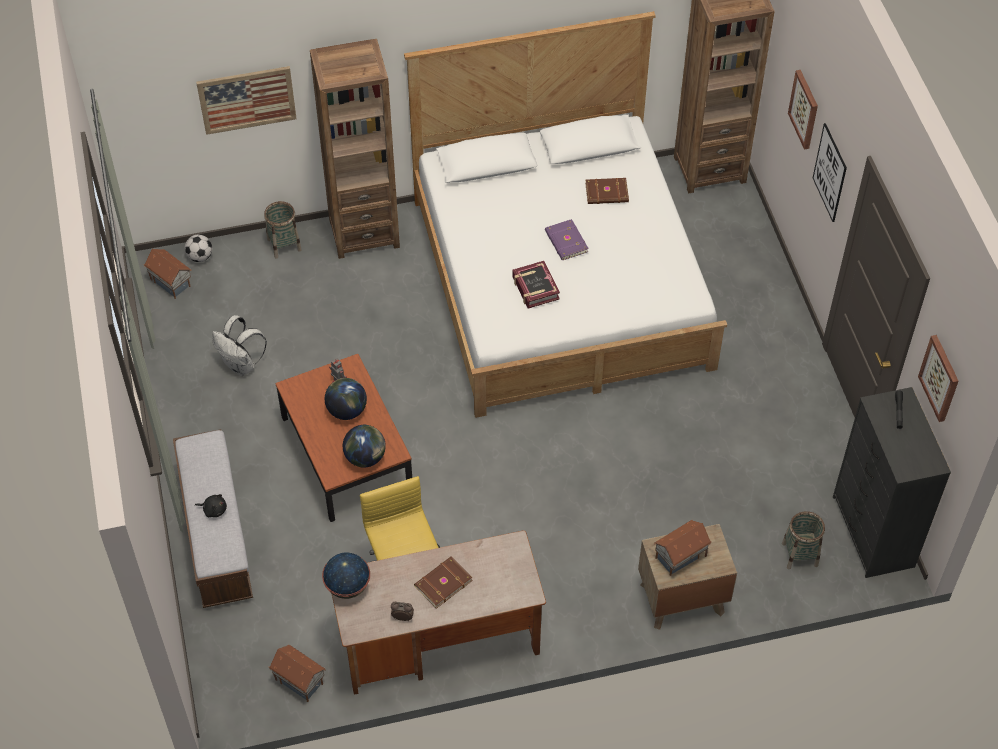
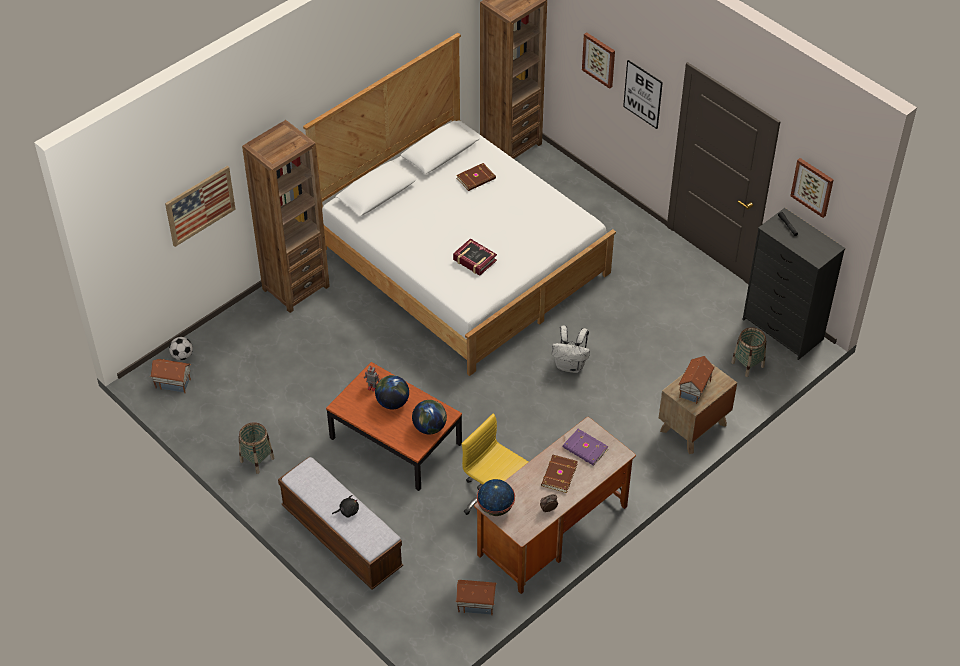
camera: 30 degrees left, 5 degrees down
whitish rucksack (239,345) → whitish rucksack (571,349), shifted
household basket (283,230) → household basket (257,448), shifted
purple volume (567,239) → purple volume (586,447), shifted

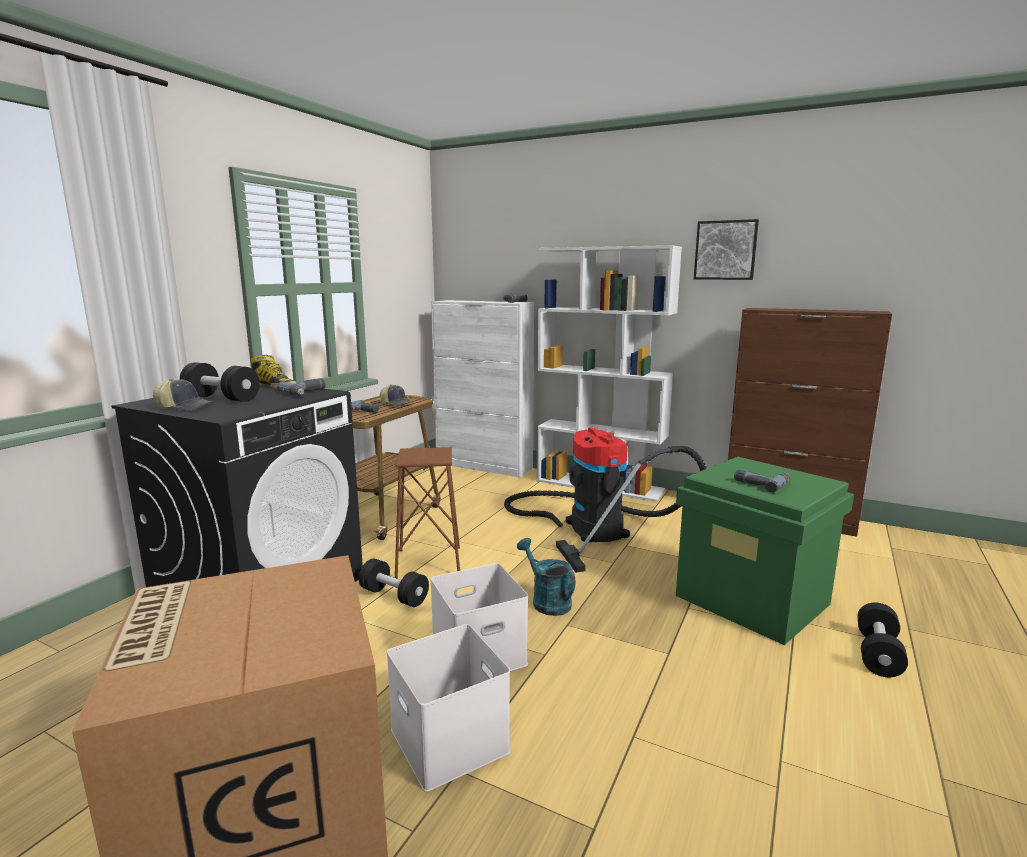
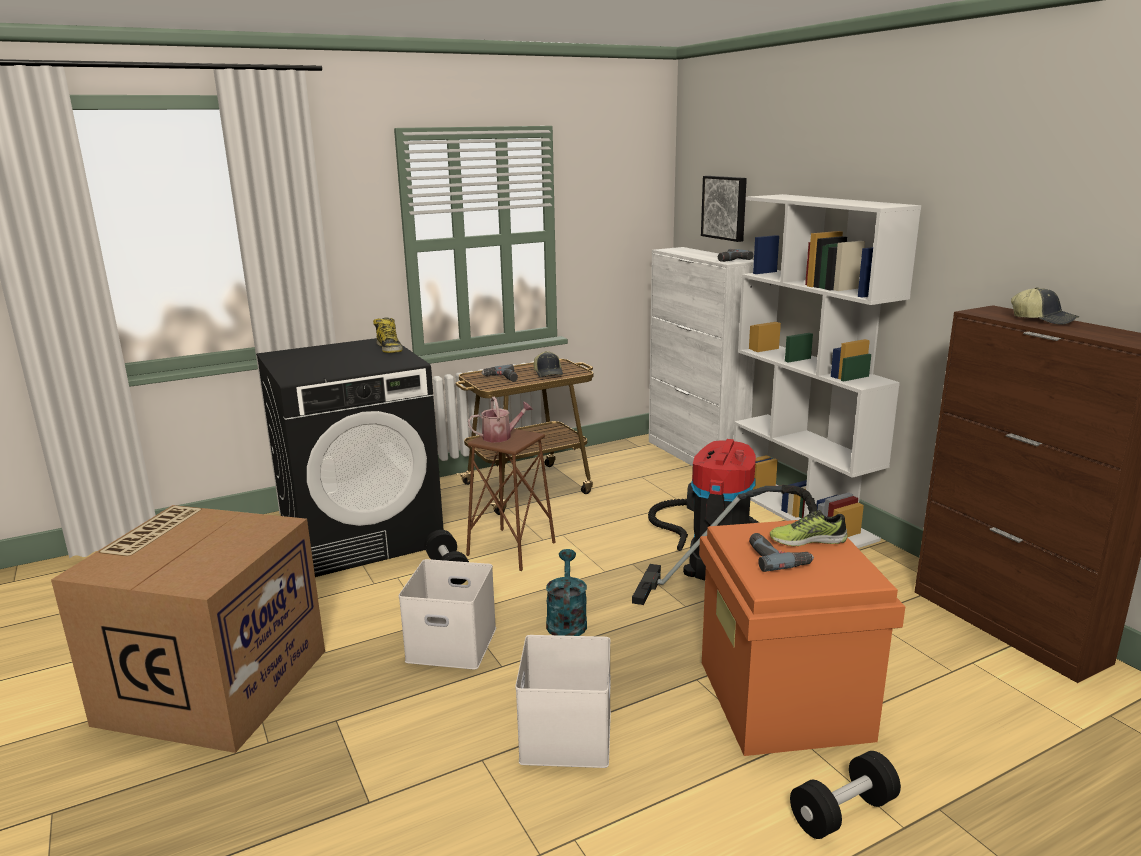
camera: 35 degrees right, 5 degrees up
black hand weight (220,382) → -
power drill (301,387) → -
- → watering can (500,419)
- → low shoe (809,528)
cap (183,395) → cap (1045,306), shifted
whitish storage container (449,708) → whitish storage container (563,701), shifted
picture (726,249) → picture (724,209), shifted
green storage container (765,551) → orangey storage container (802,638)

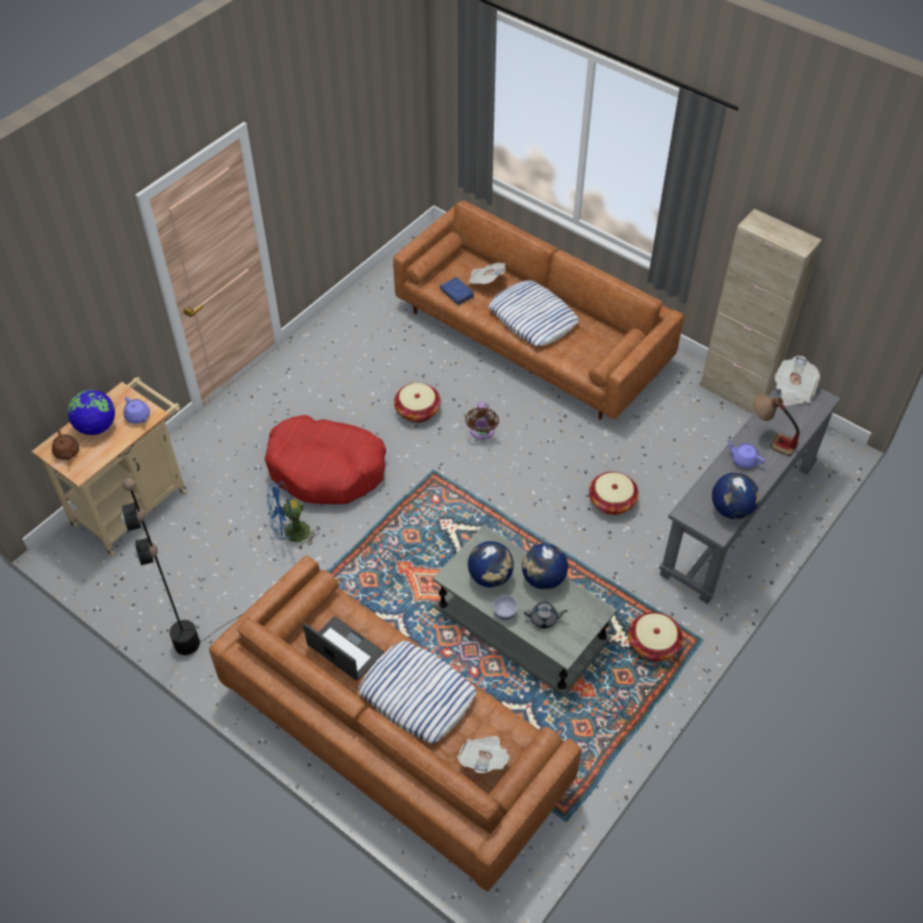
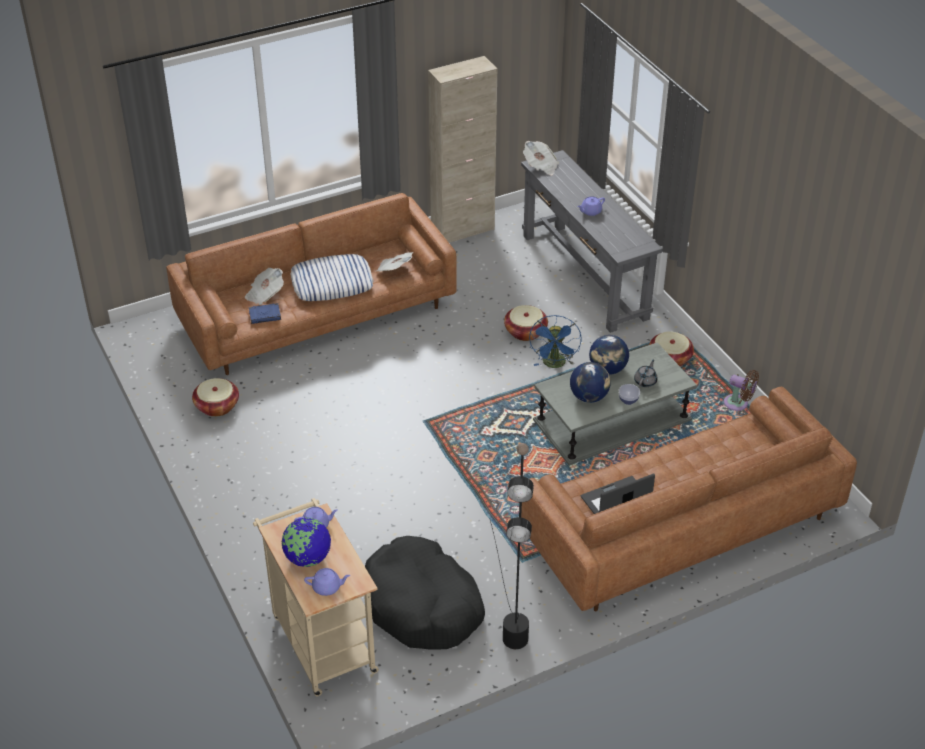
camera: 65 degrees left, 10 degrees down
reddish dog cushion (325,459) → -
throw pillow (417,692) → -
globe (736,495) → -
table lamp (777,425) → -
- → black dog cushion (425,593)
bluish cooling fan (293,515) → bluish cooling fan (555,341), shifted
household basket (417,403) → household basket (215,397), shifted
daily paper (483,754) → daily paper (395,262), shifted
brown-coloured cooling fan (482,421) → brown-coloured cooling fan (741,390), shifted
brown-coloured teapot (65,445) → purple teapot (327,582)

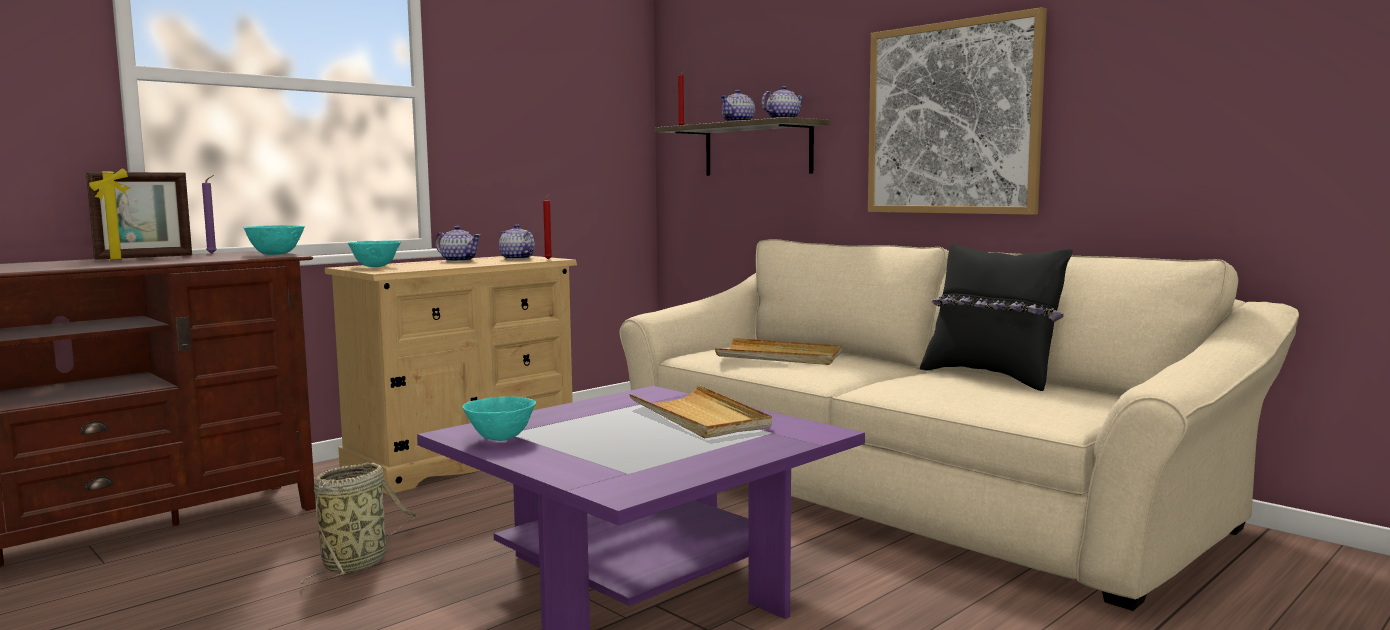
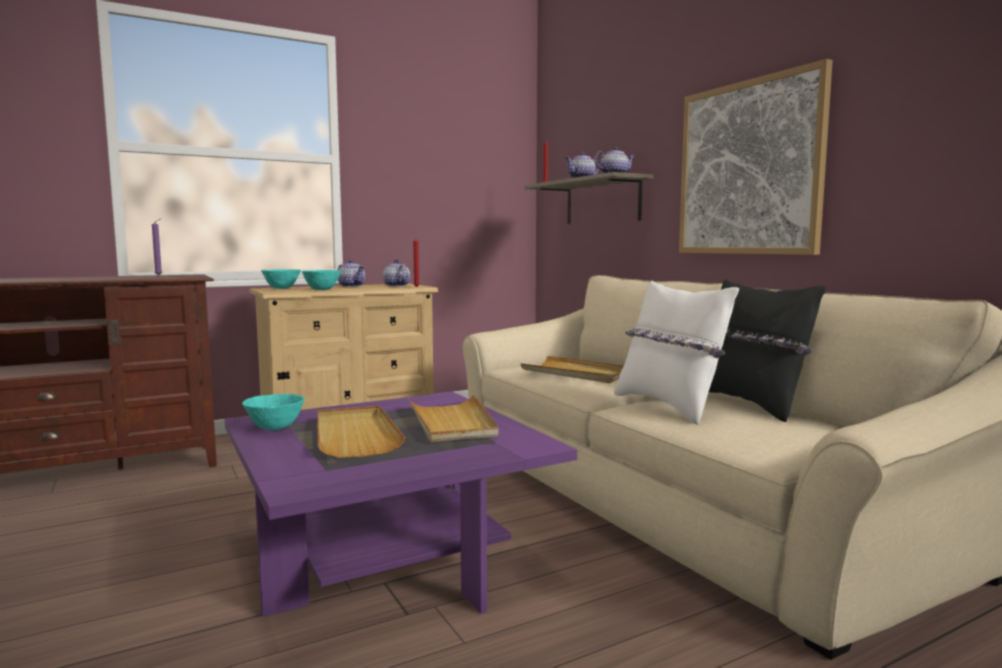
camera: 15 degrees right, 0 degrees up
standing frame (139,214) → -
household basket (359,523) → -
- → beige carrying tray (361,432)
- → whitish throw pillow (676,352)
turquoise deep dish (274,240) → turquoise deep dish (321,280), shifted

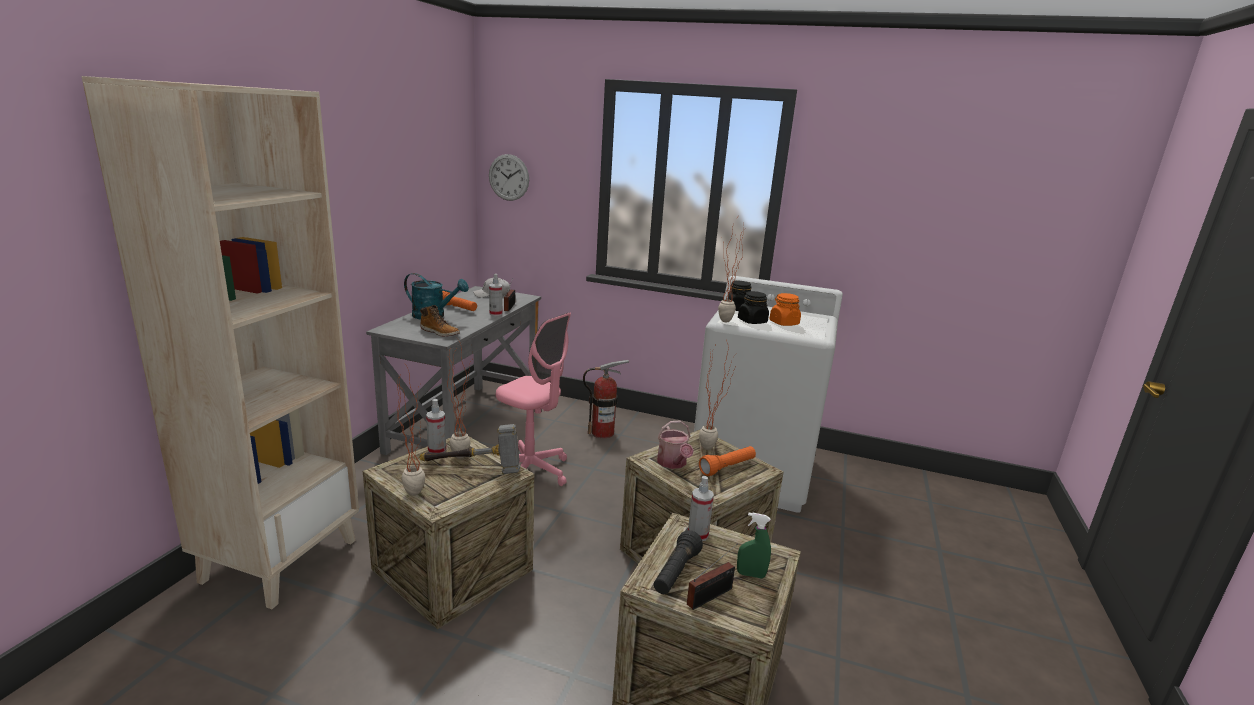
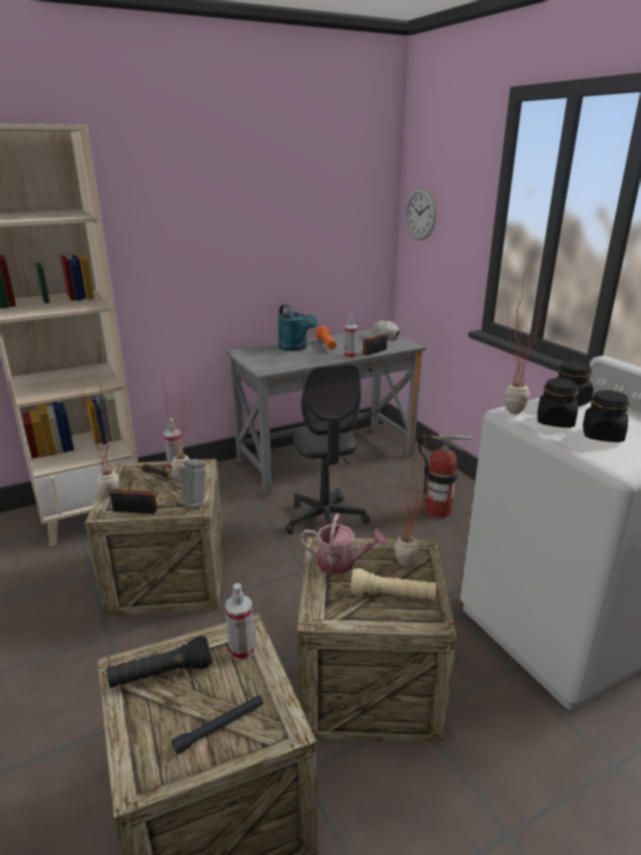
camera: 45 degrees right, 5 degrees up
high-top boot (440,321) → -
radio receiver (712,576) → radio receiver (133,496), shifted
green hand sprayer (754,545) → black hand torch (217,724)
pinkish computer chair (533,399) → gray computer chair (327,449)
orangey hand torch (727,461) → beige hand torch (394,584)
orangey jar (785,309) → black jar (606,416)
watering can (675,445) → watering can (344,544), 105 degrees counterclockwise

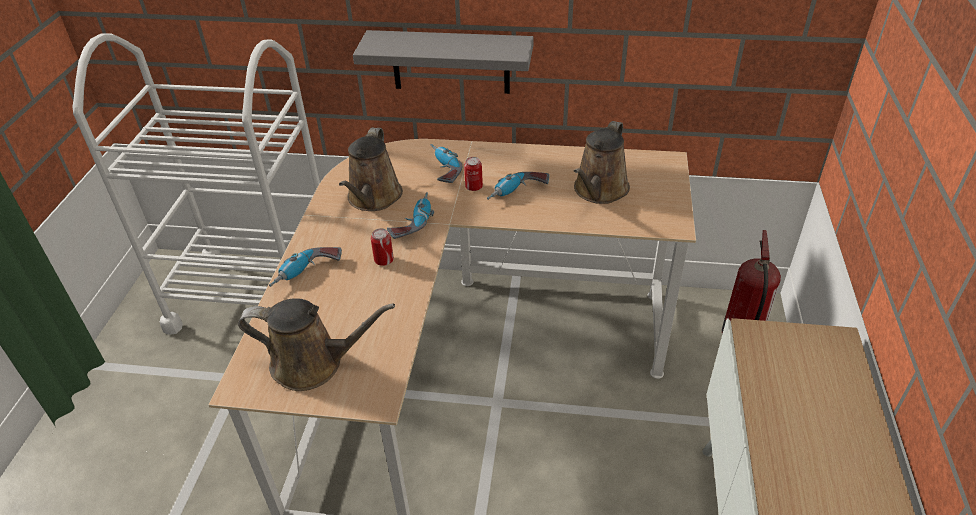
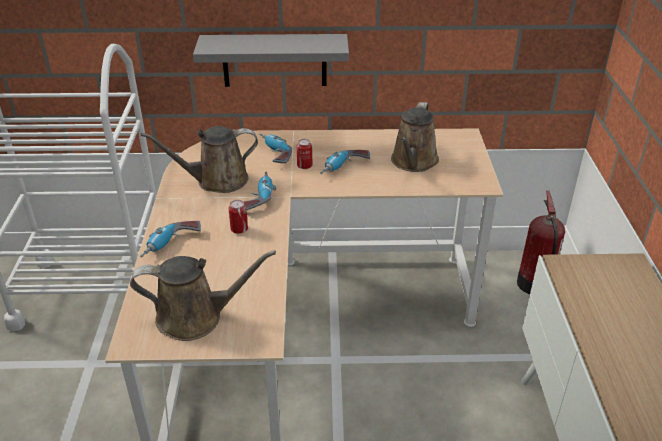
camera: 10 degrees left, 5 degrees down
brown-coloured watering can (371,169) → brown-coloured watering can (199,159), 75 degrees clockwise

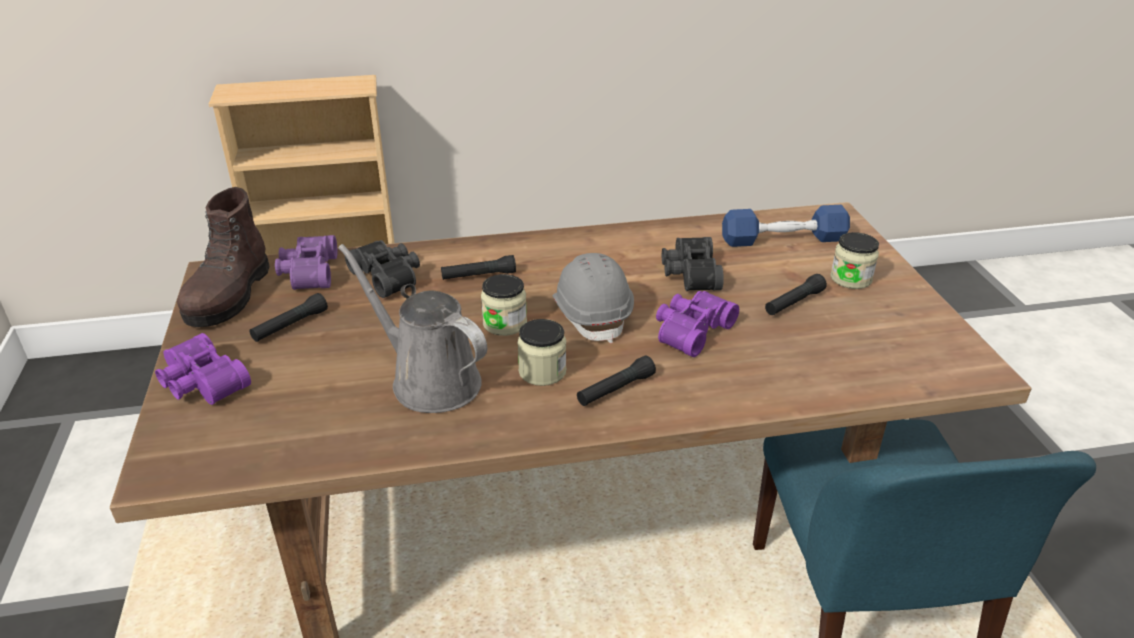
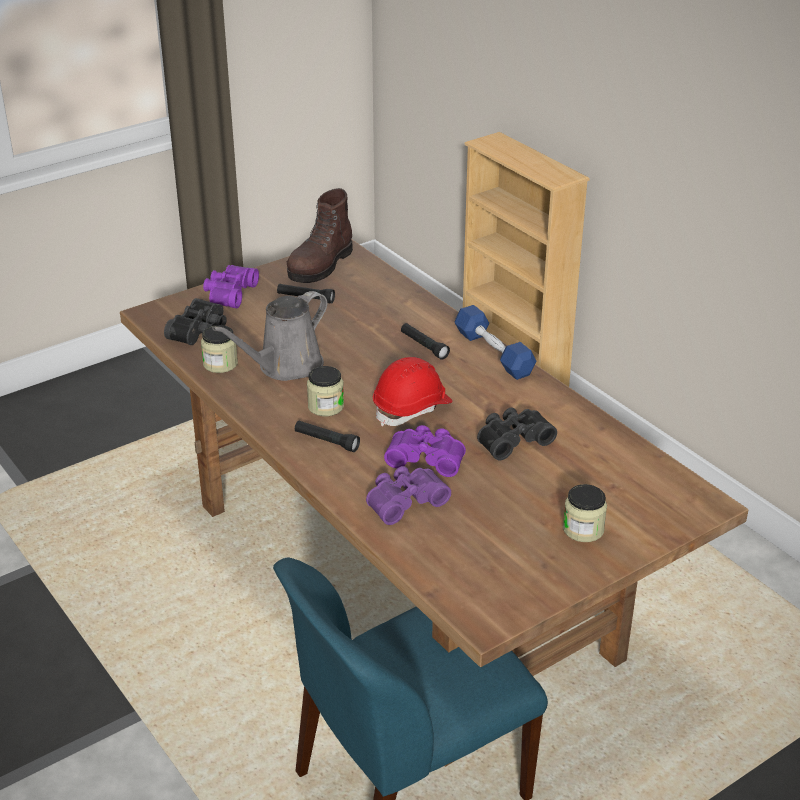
camera: 65 degrees right, 0 degrees up
black hand torch (796,294) → -
purple binoculars (306,262) → purple binoculars (408,495), shifted
black binoculars (382,269) → black binoculars (195,321), shifted
jar (504,305) → jar (219,349), shifted
bluish hand weight (786,226) → bluish hand weight (495,342), shifted
gray hard hat (593,298) → reddish hard hat (413,392)
brown-coloured high-top boot (223,257) → brown-coloured high-top boot (320,235), 45 degrees counterclockwise
gray watering can (412,328) → gray watering can (269,336), 150 degrees counterclockwise

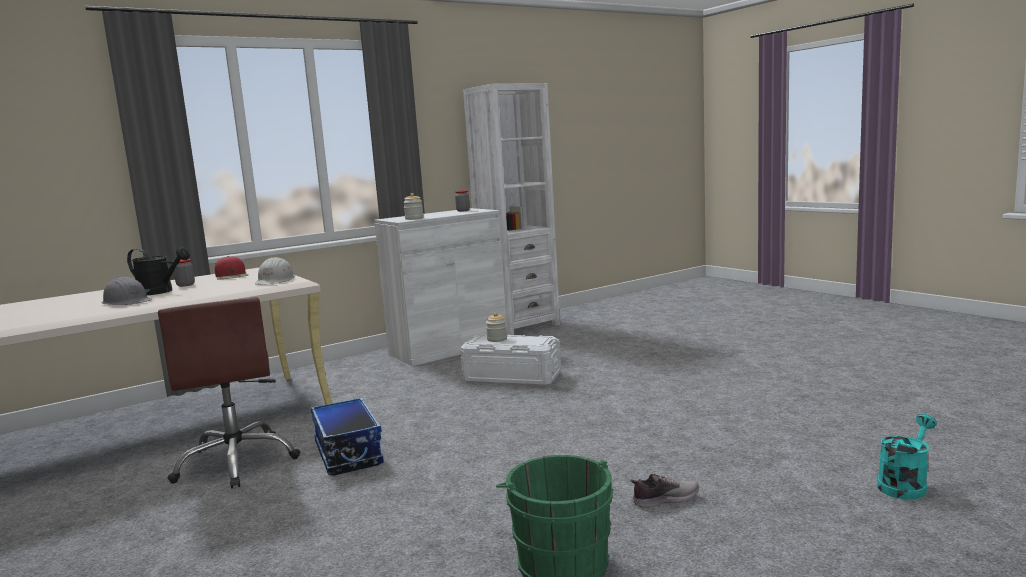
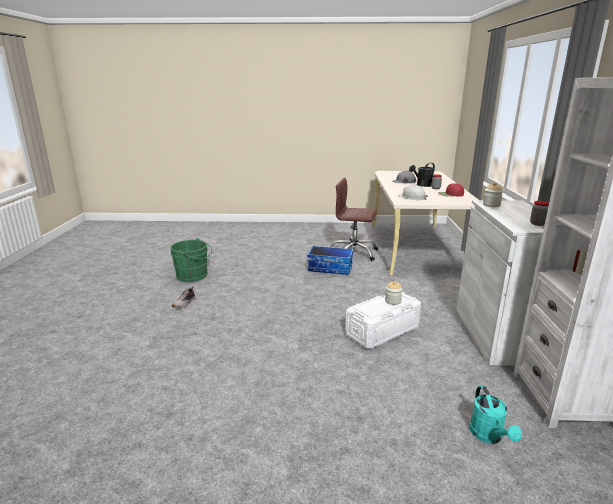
camera: 125 degrees right, 10 degrees up
turquoise watering can (907,457) → turquoise watering can (496,415), shifted

